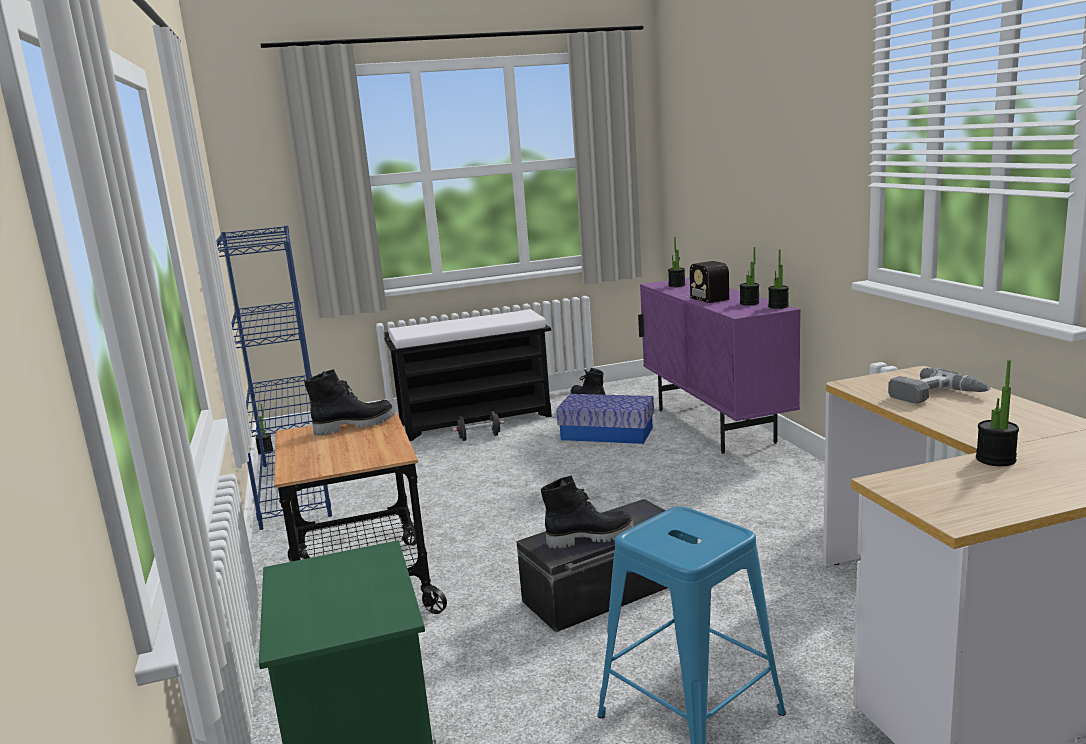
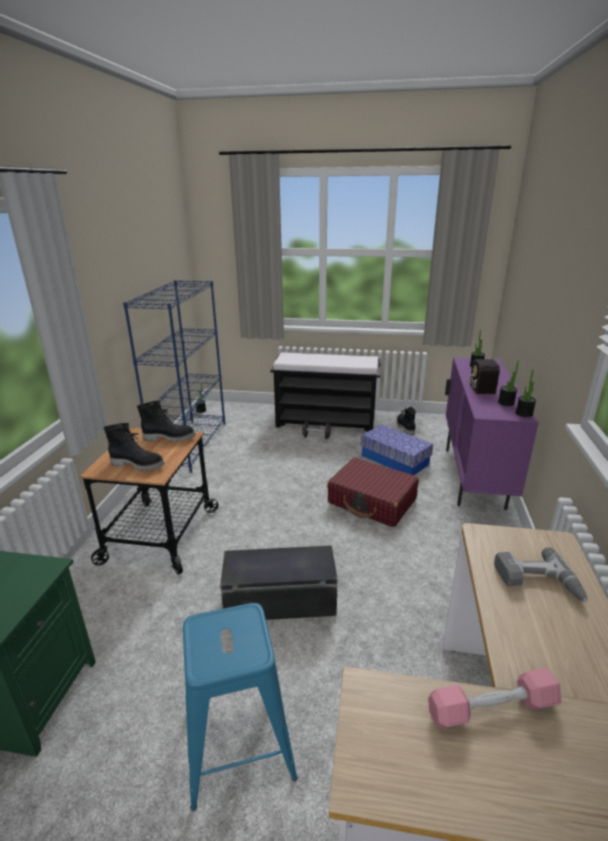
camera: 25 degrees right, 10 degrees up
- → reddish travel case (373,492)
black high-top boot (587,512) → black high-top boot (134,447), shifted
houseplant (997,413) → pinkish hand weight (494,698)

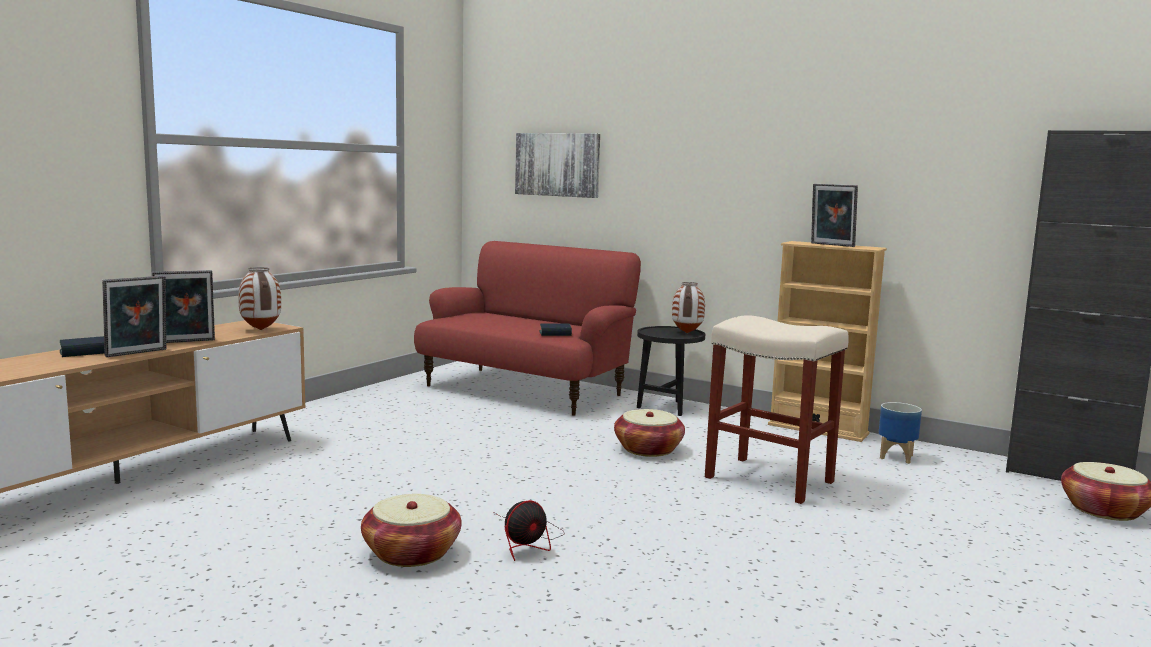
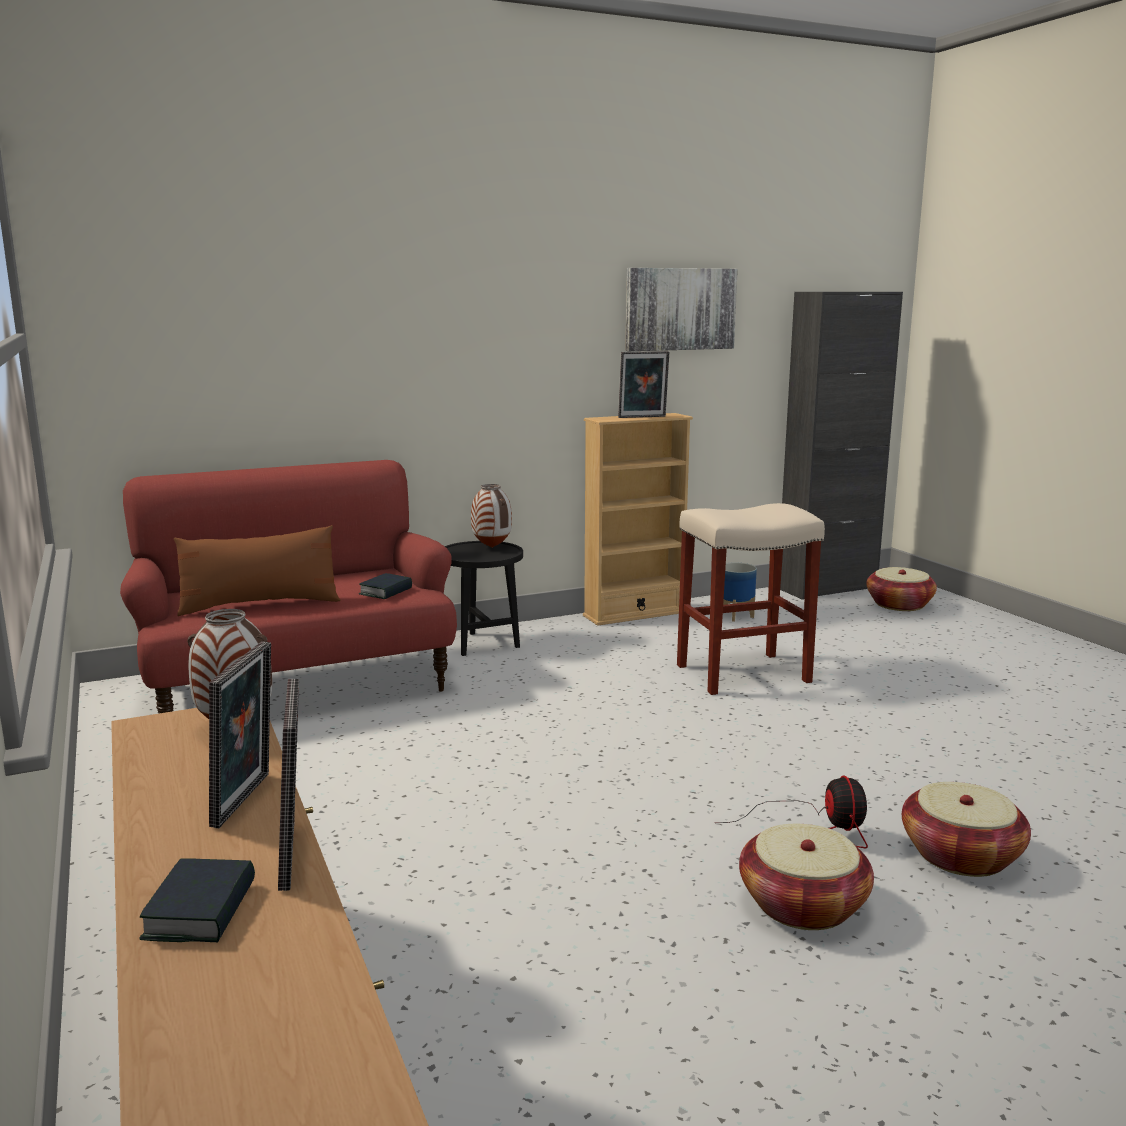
camera: 55 degrees left, 5 degrees up
- → brown-coloured throw pillow (257,570)
picture (557,165) → picture (681,309), shifted
household basket (649,433) → household basket (966,829), shifted

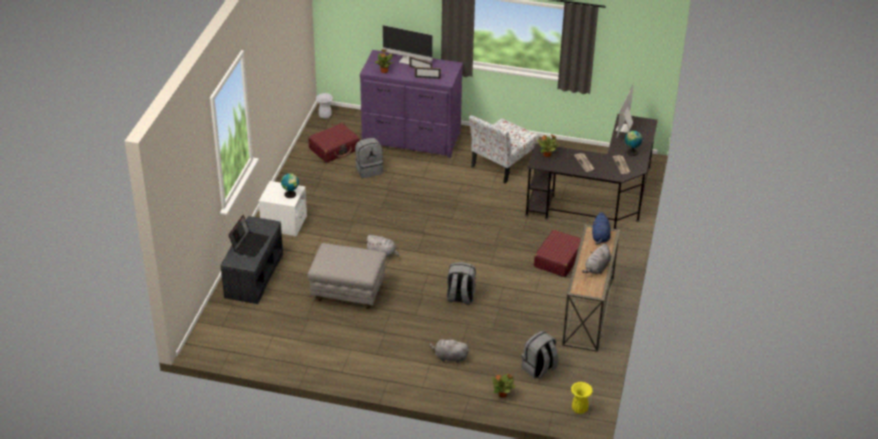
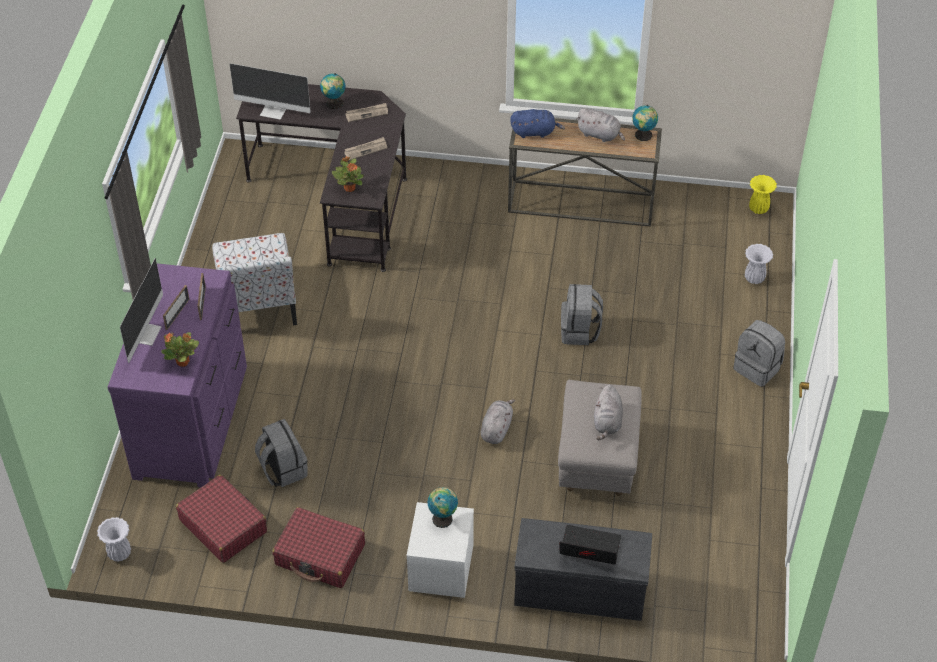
camera: 95 degrees left, 10 degrees up
- → globe (645,123)
gray soft toy (449,350) → gray soft toy (608,412), shifted
gray rucksack (540,354) → gray rucksack (759,353), shifted
reddish travel case (557,253) → reddish travel case (318,547), shifted
houseplant (503,386) → whitish vase (759,264)
upright chair (504,149) → upright chair (254,279), 45 degrees clockwise

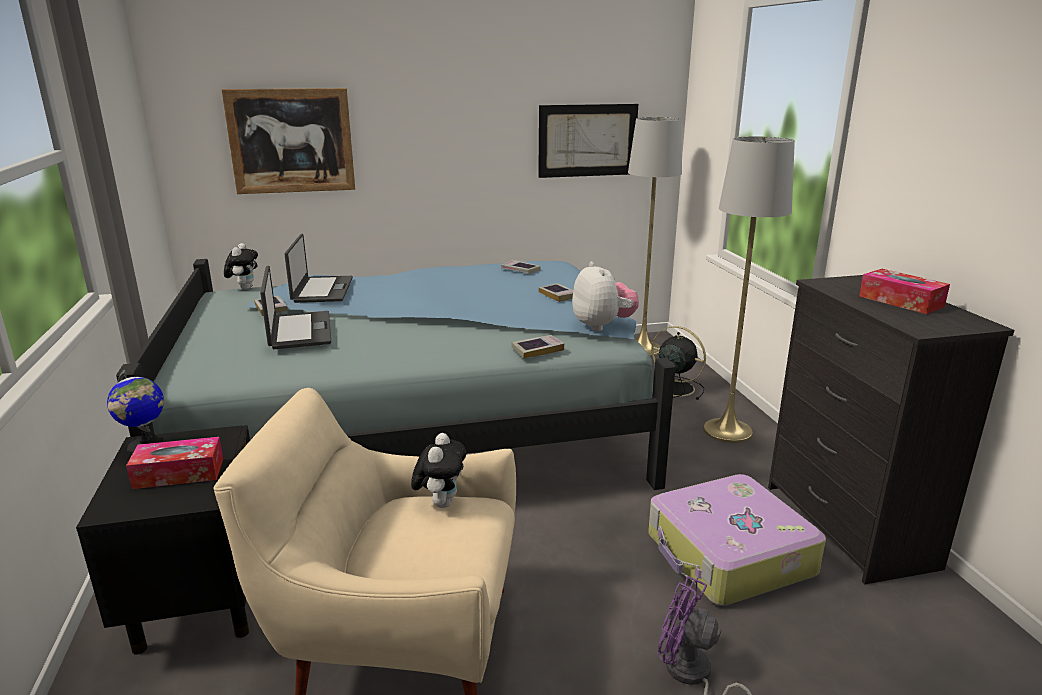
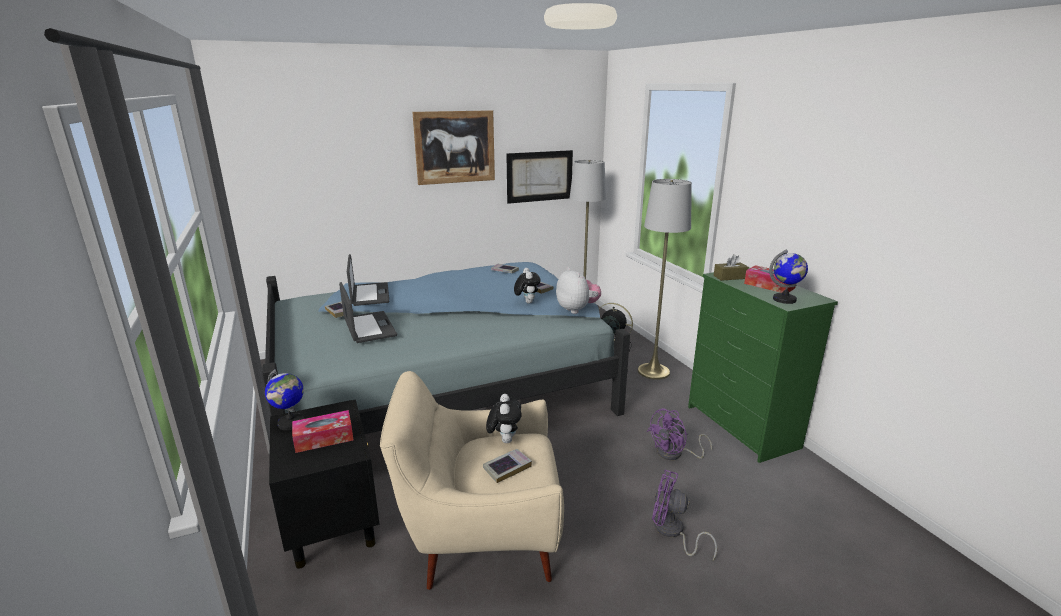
camera: 10 degrees left, 0 degrees up
- → brown-coloured tissue box (731,267)
- → globe (788,277)
picture (288,141) → picture (453,147), shifted
soft toy (241,266) → soft toy (527,286), shifted
volume (537,347) → volume (507,466), shifted
travel case (737,540) → purple cooling fan (679,434)
black chest of drawers (891,429) → green chest of drawers (763,365)

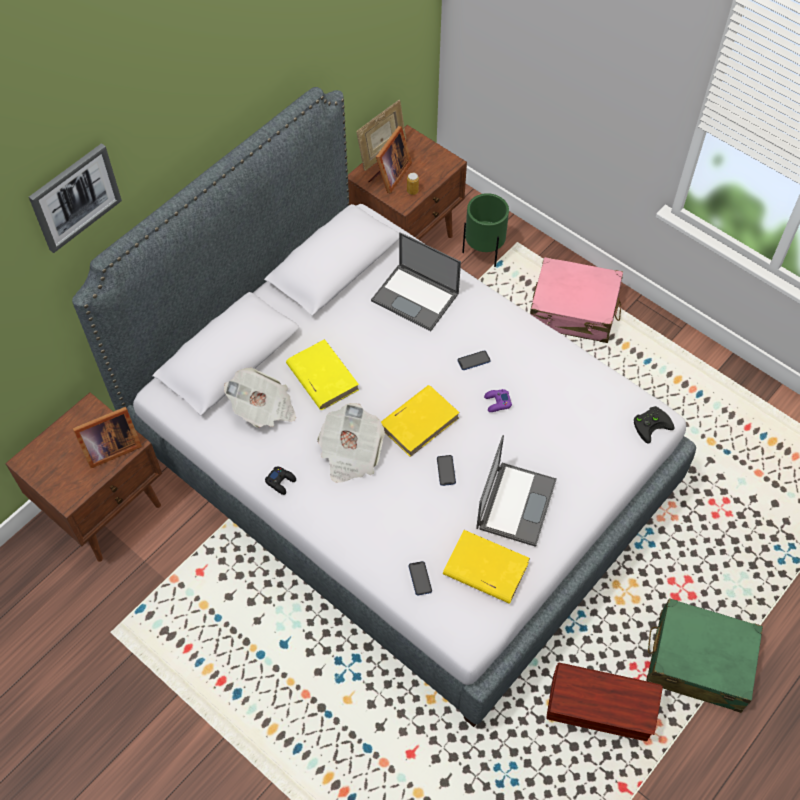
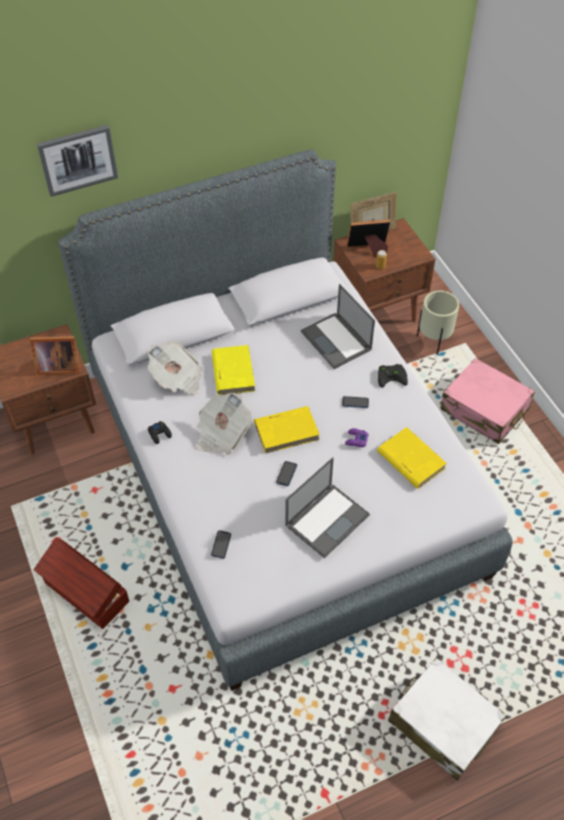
camera: 25 degrees right, 5 degrees down
yellow-coloured volume (486,567) → yellow-coloured volume (412,458), shifted
brown-coloured storage container (604,702) → brown-coloured storage container (81,583), shifted
black gamepad (654,425) → black gamepad (393,376), shifted
green plant pot (485,230) → beige plant pot (438,323)
green travel case (705,655) → whitish travel case (447,719)
standing frame (390,159) → standing frame (368,238), 150 degrees counterclockwise

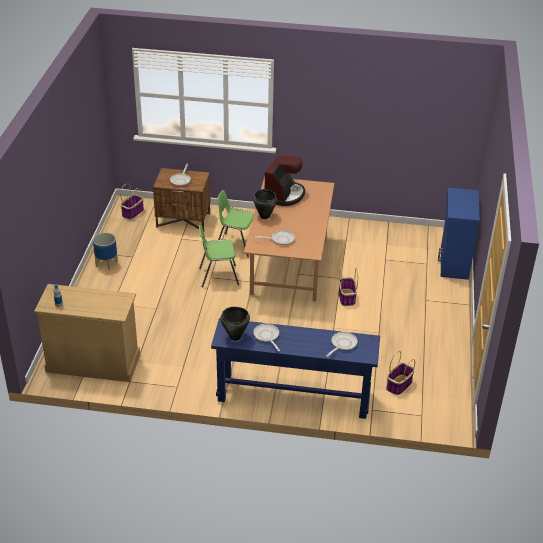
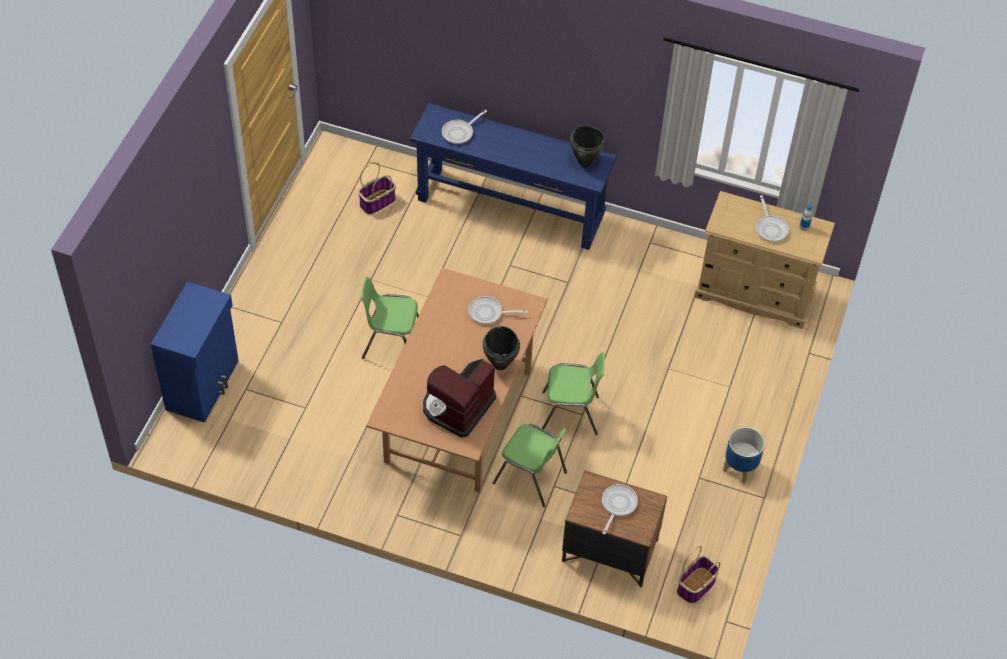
camera: 170 degrees left, 15 degrees up
frying pan (266,337) → frying pan (772,218), shifted
household basket (348,287) → green upright chair (390,318)

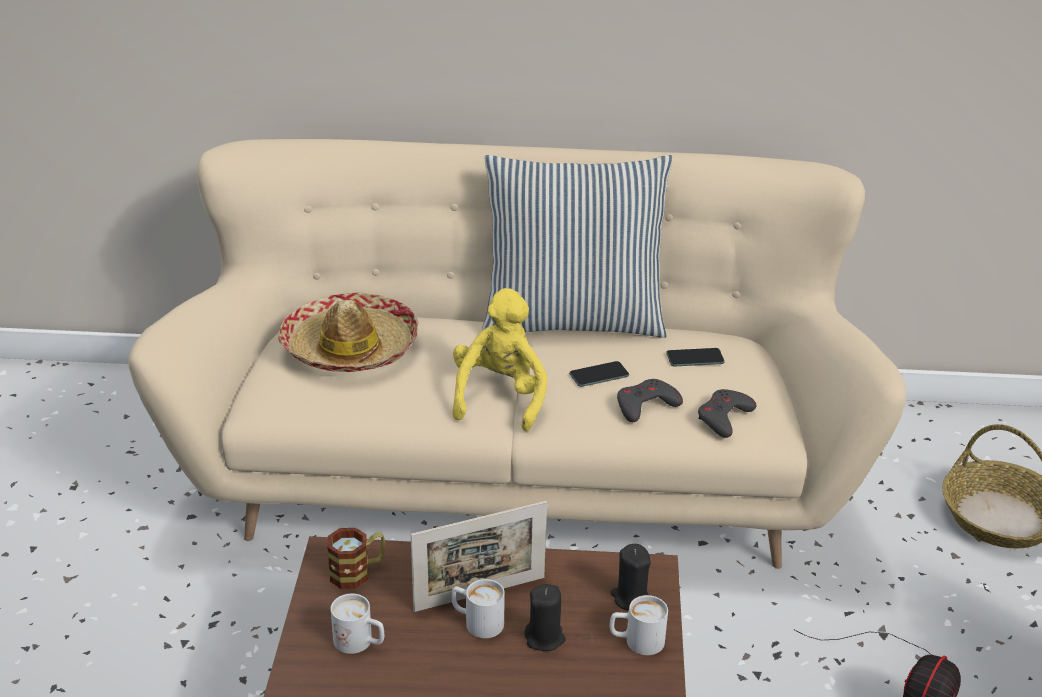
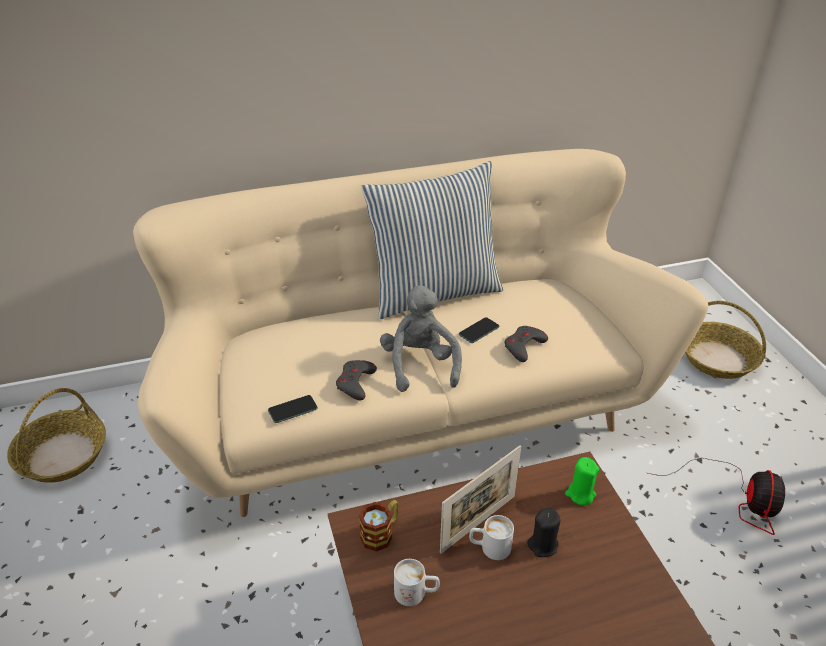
camera: 20 degrees left, 5 degrees up
clothing hat (348,332) → -
whitish tea mug (639,625) → -
- → household basket (56,435)
telephone (695,357) → telephone (293,409), shifted
gray gamepad (727,413) → gray gamepad (356,380), shifted
yellow-coloured soft toy (500,359) → gray soft toy (421,338)
black wax light (630,577) → green wax light (582,481)

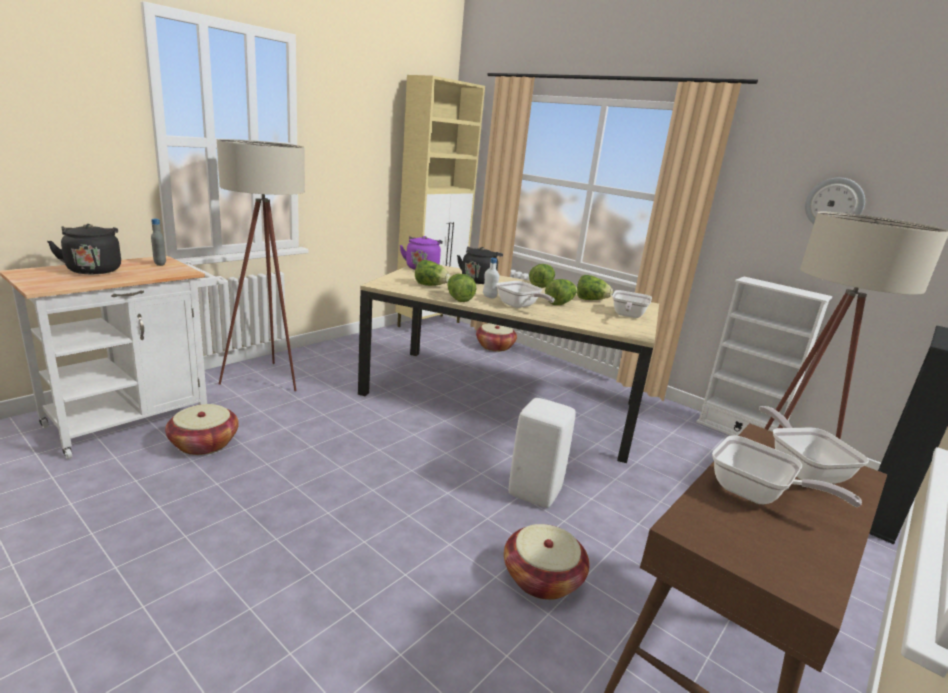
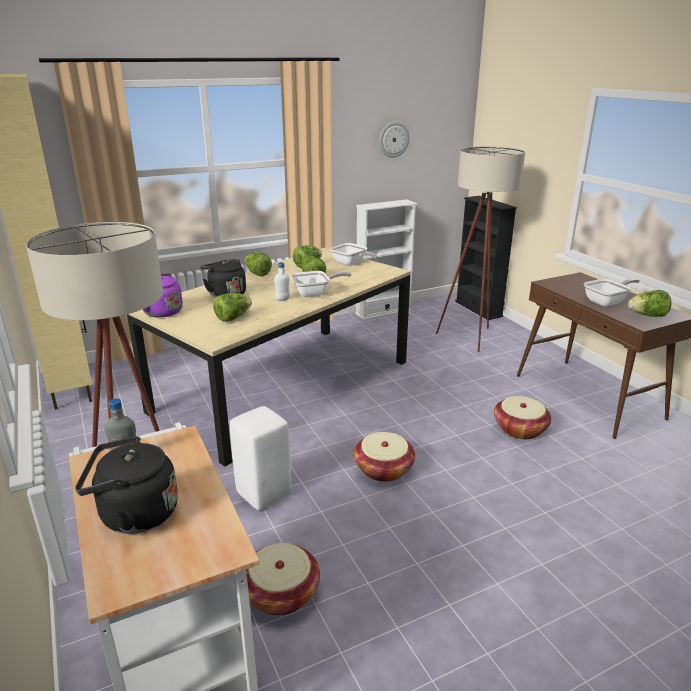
camera: 65 degrees left, 5 degrees up
frying pan (814,445) → -
lettuce (462,288) → lettuce (649,303), shifted
household basket (496,337) → household basket (384,457), shifted
whitish stool seat (542,453) → whitish stool seat (260,458), shifted

